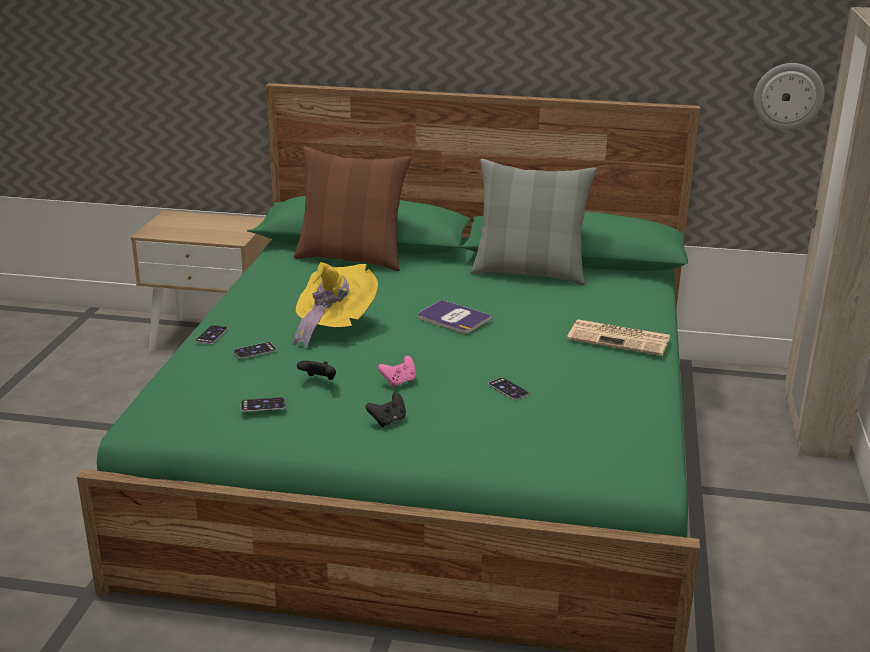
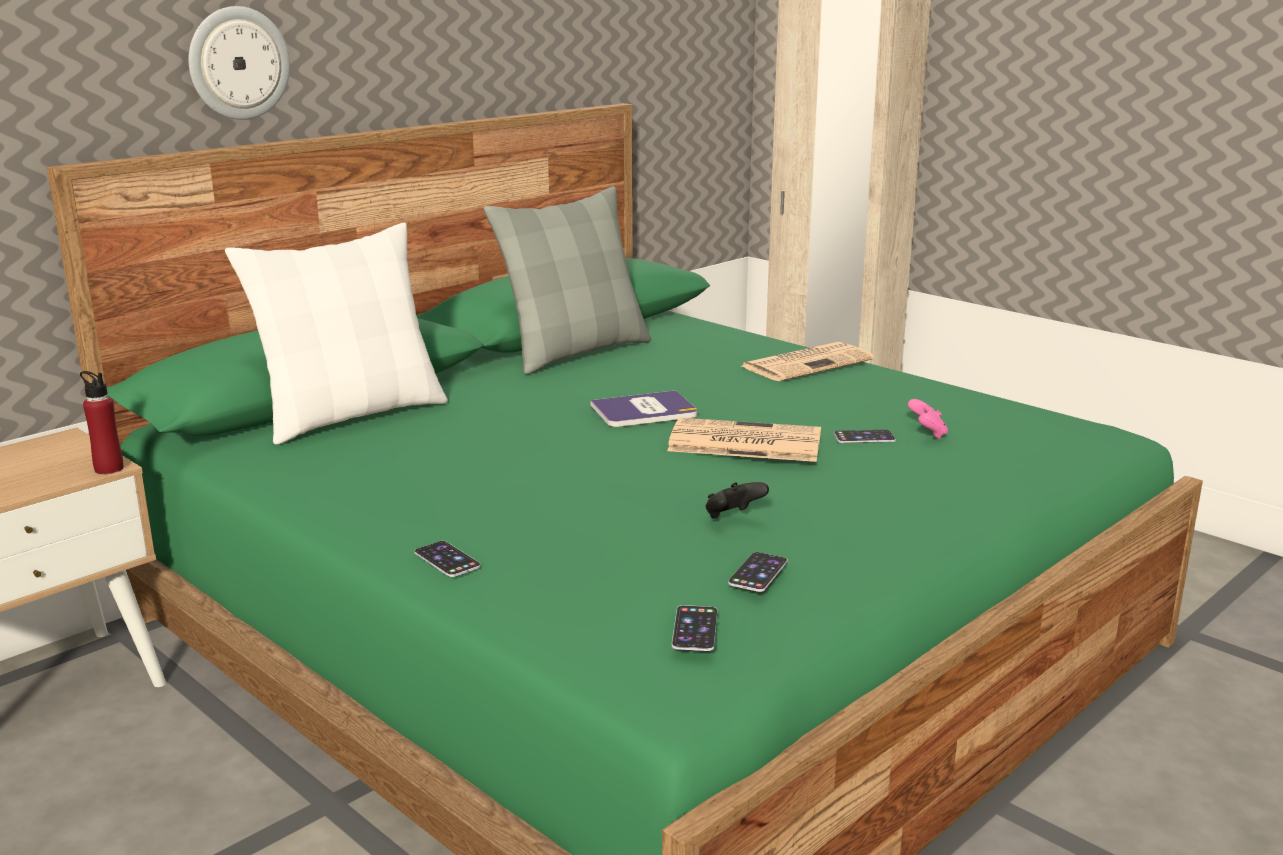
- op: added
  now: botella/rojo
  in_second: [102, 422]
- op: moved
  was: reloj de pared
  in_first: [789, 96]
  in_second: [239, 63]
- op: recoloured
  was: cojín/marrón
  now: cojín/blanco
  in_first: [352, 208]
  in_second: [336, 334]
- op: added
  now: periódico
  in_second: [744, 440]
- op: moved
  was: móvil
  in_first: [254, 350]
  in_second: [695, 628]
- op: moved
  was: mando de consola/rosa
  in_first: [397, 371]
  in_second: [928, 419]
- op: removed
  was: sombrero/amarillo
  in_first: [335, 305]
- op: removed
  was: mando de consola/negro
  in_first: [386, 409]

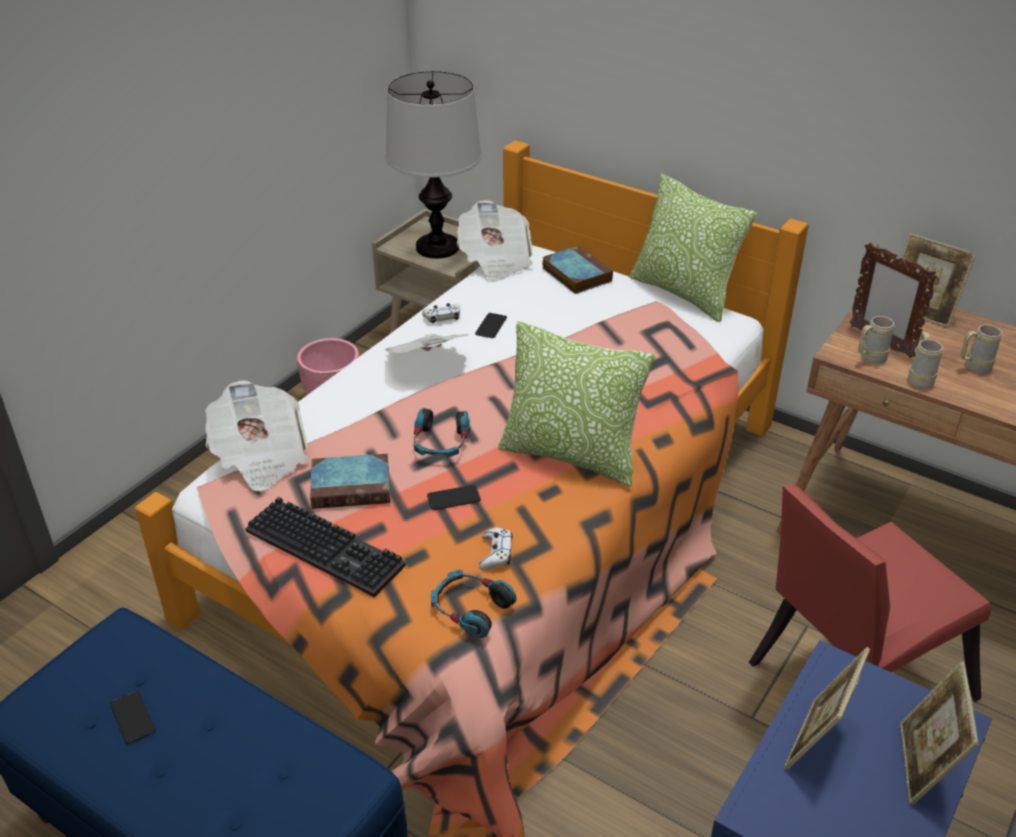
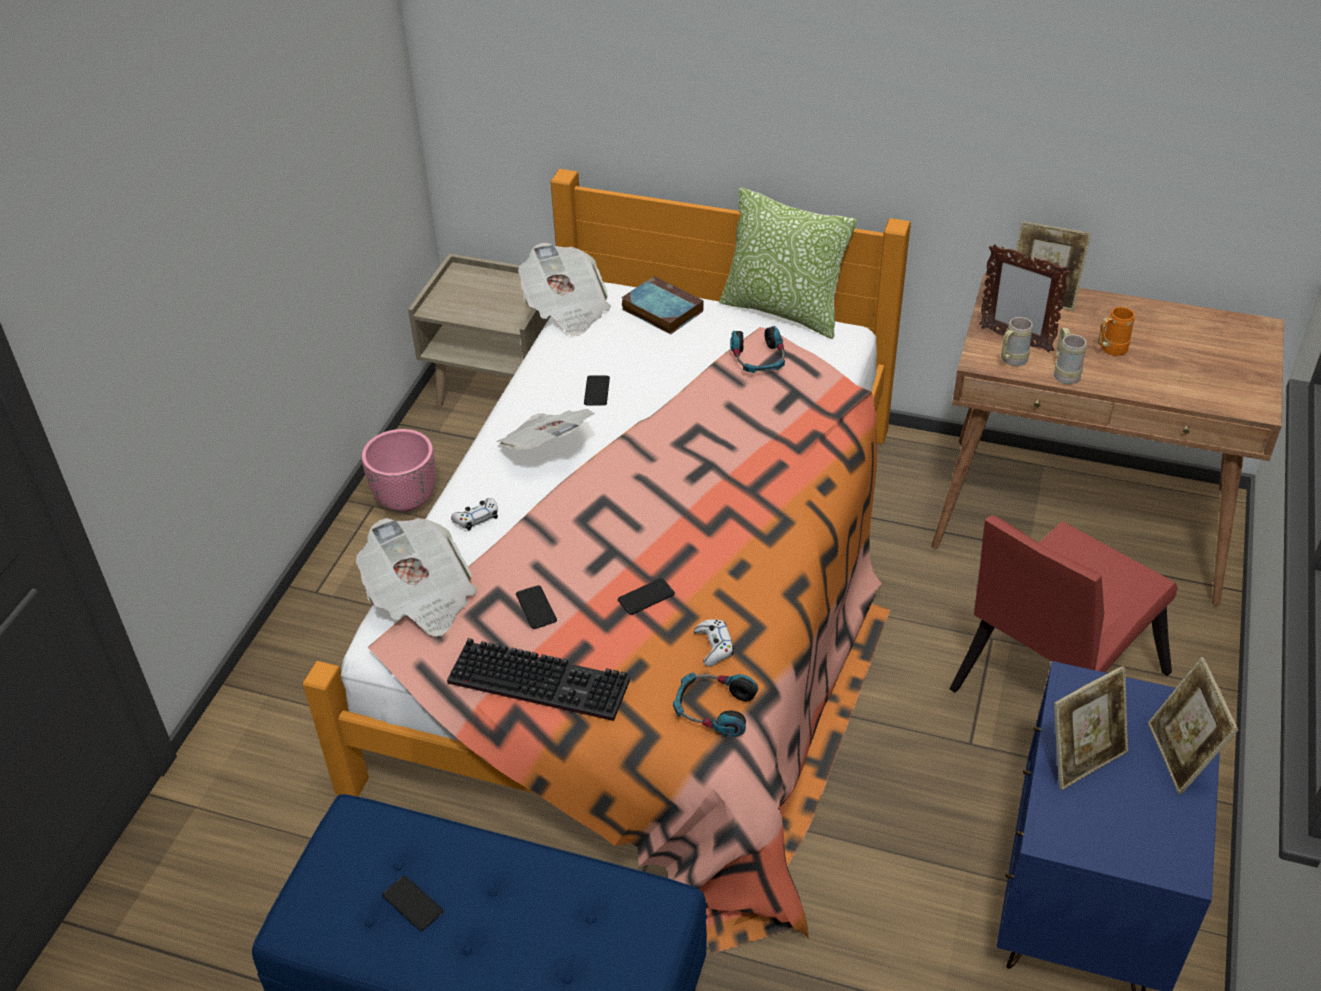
- op: moved
  was: mando de consola/blanco
  in_first: [441, 313]
  in_second: [474, 514]
- op: replaced
  was: libro
  now: móvil
  in_first: [350, 481]
  in_second: [536, 607]
- op: moved
  was: auriculares
  in_first: [442, 432]
  in_second: [757, 349]
- op: turned
  was: portarretratos
  in_first: [827, 708]
  in_second: [1091, 728]
  clockwise: -135
- op: recoloured
  was: taza grande/beis
  now: taza grande/naranja
  in_first: [981, 348]
  in_second: [1116, 331]
- op: removed
  was: lámpara de mesa
  in_first: [434, 165]
- op: removed
  was: cojín
  in_first: [576, 404]

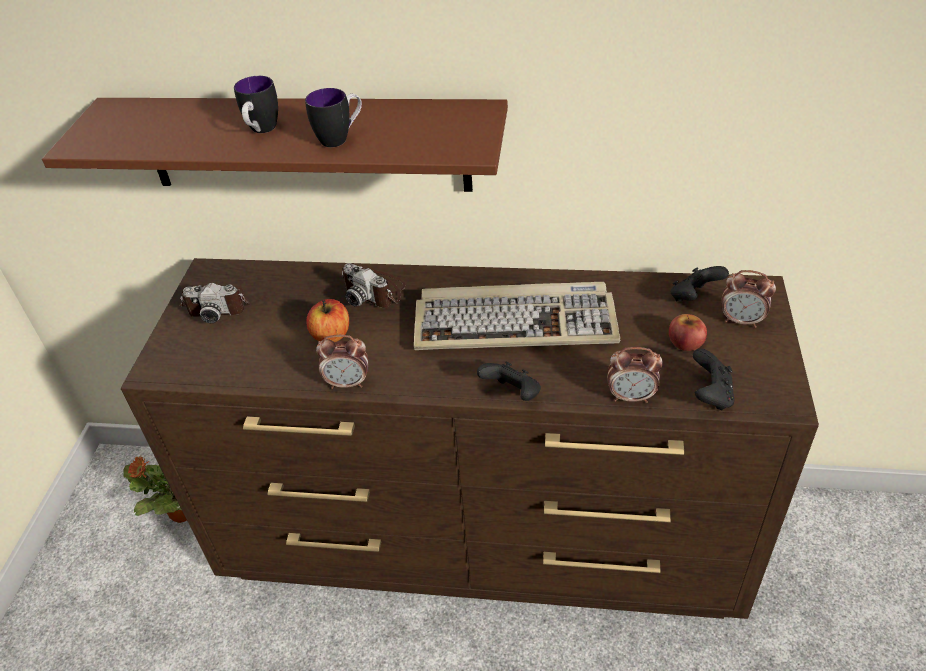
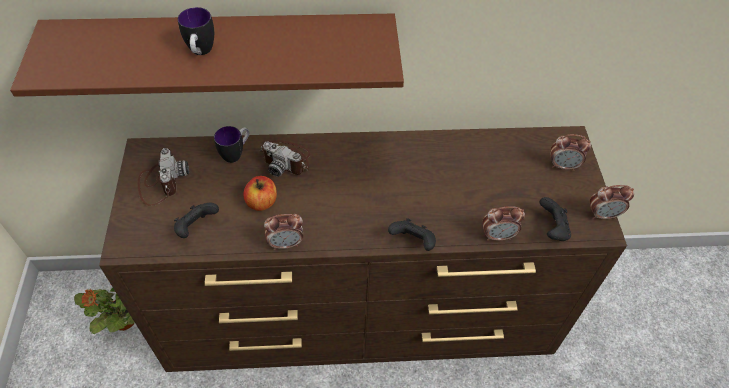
- op: turned
  was: cámara
  in_first: [214, 303]
  in_second: [163, 177]
  clockwise: -90
- op: moved
  was: mando de consola/negro
  in_first: [700, 284]
  in_second: [196, 220]
- op: moved
  was: taza grande
  in_first: [333, 117]
  in_second: [231, 144]
- op: added
  now: despertador
  in_second: [611, 202]
- op: removed
  was: teclado
  in_first: [517, 316]
- op: removed
  was: manzana
  in_first: [688, 332]

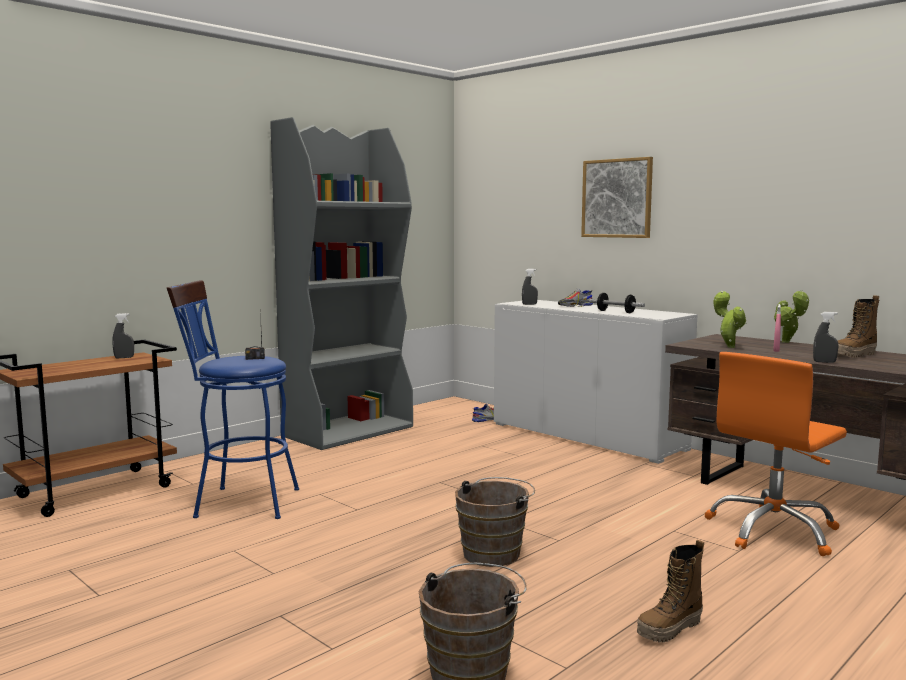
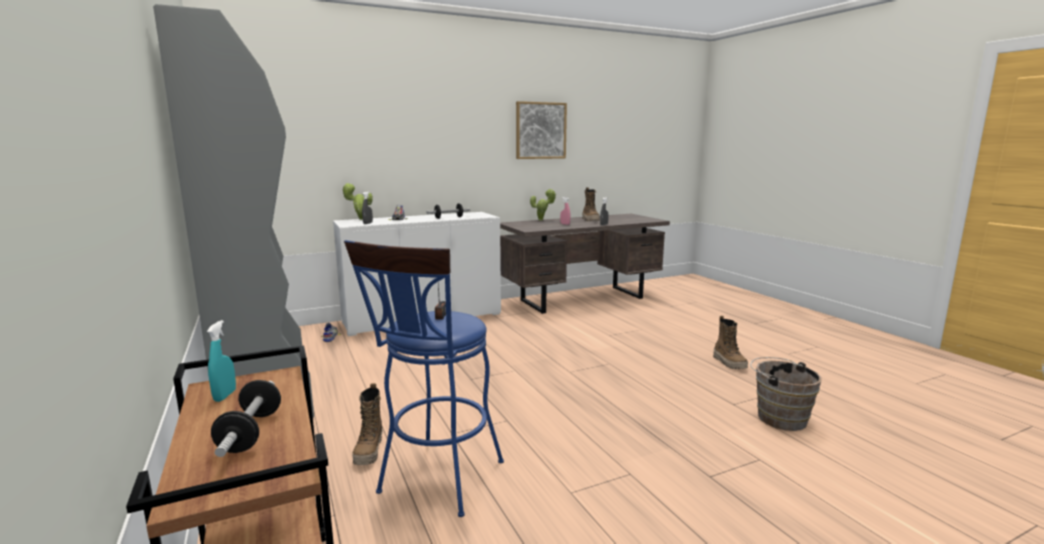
- op: recoloured
  was: pulverizador/gris
  now: pulverizador/turquesa
  in_first: [123, 335]
  in_second: [221, 361]
- op: added
  now: mancuerna
  in_second: [246, 418]
- op: moved
  was: planta en maceta
  in_first: [730, 319]
  in_second: [357, 201]
- op: added
  now: bota
  in_second: [367, 424]
- op: moved
  was: cuadro
  in_first: [617, 197]
  in_second: [541, 130]
- op: removed
  was: cubo/marrón
  in_first: [495, 522]
- op: removed
  was: silla de oficina/naranja
  in_first: [775, 454]

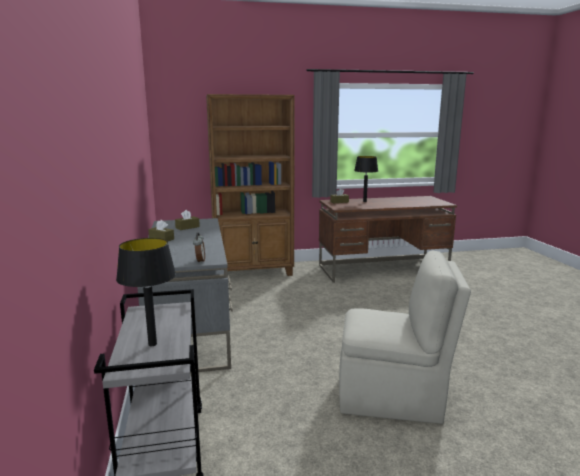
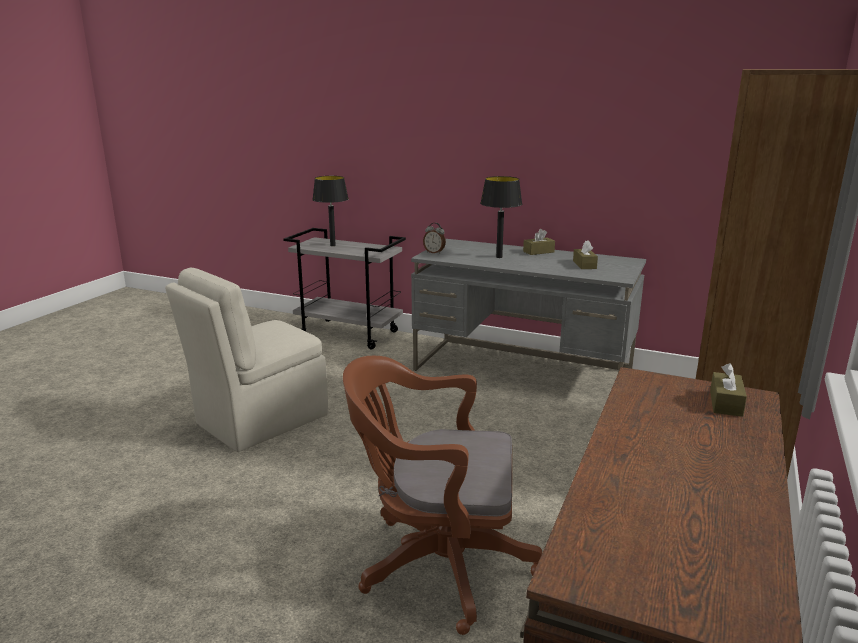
- op: added
  now: silla de oficina/marrón
  in_second: [442, 495]
- op: moved
  was: lámpara de mesa/negro
  in_first: [366, 179]
  in_second: [501, 217]

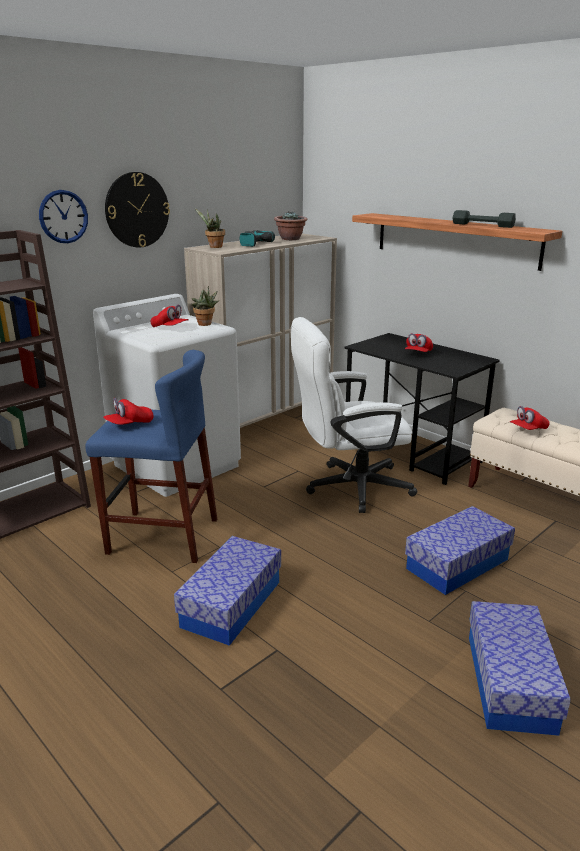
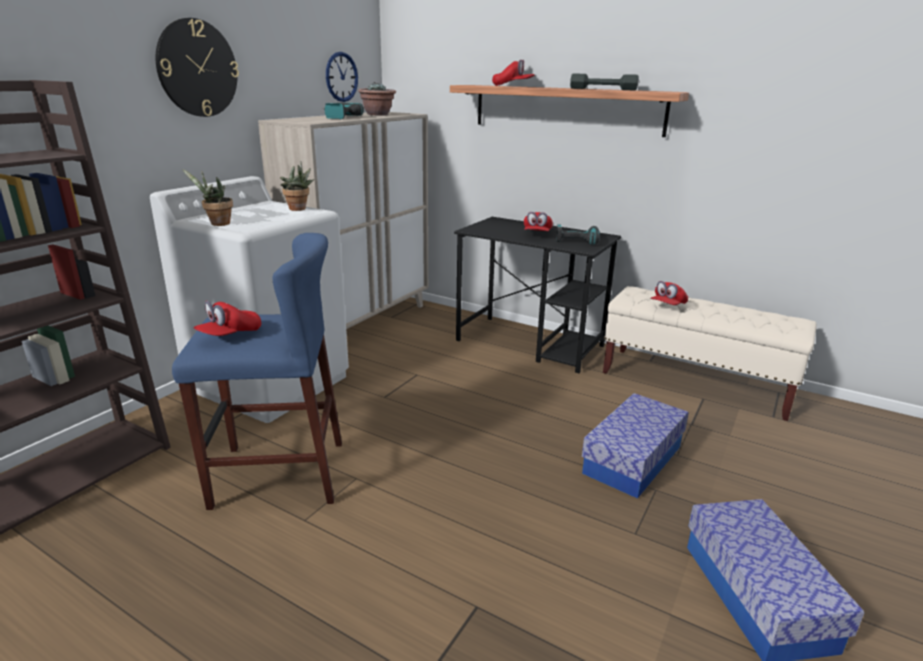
- op: moved
  was: planta en maceta
  in_first: [210, 228]
  in_second: [207, 197]
- op: moved
  was: reloj de pared
  in_first: [63, 216]
  in_second: [342, 77]
- op: moved
  was: gorra/rojo
  in_first: [170, 316]
  in_second: [513, 72]
- op: added
  now: taladro
  in_second: [578, 234]
- op: removed
  was: caja de almacenaje
  in_first: [227, 591]
- op: removed
  was: silla de oficina/blanco
  in_first: [354, 415]

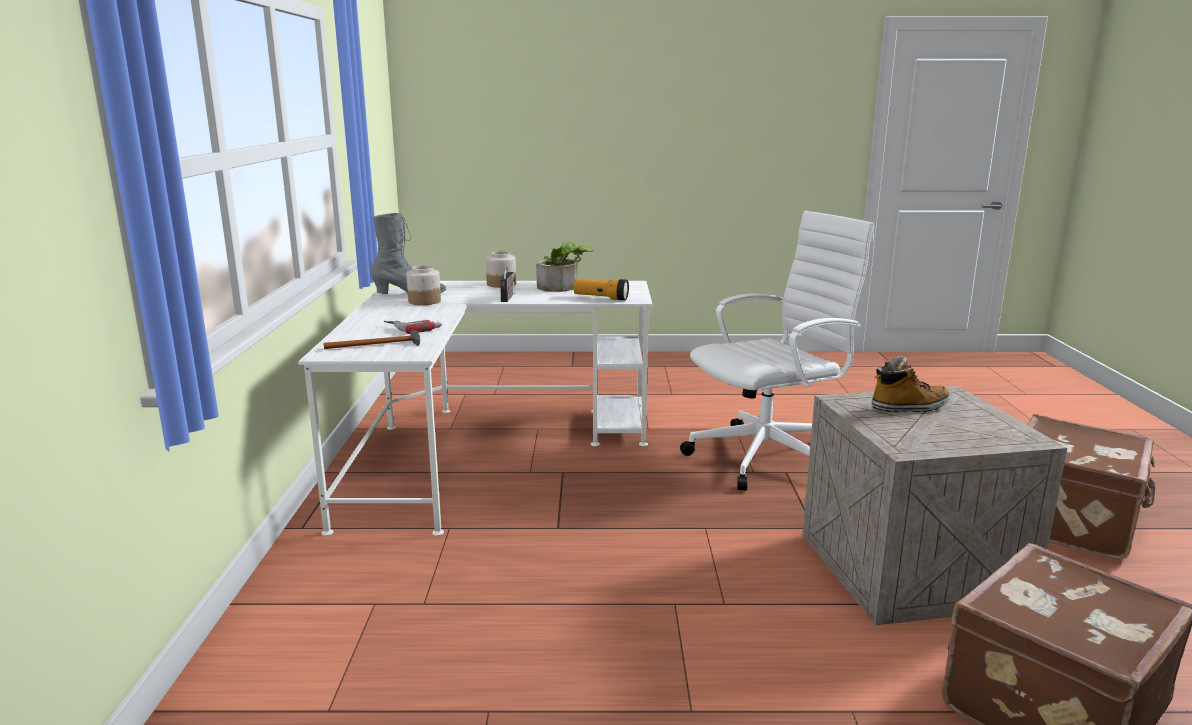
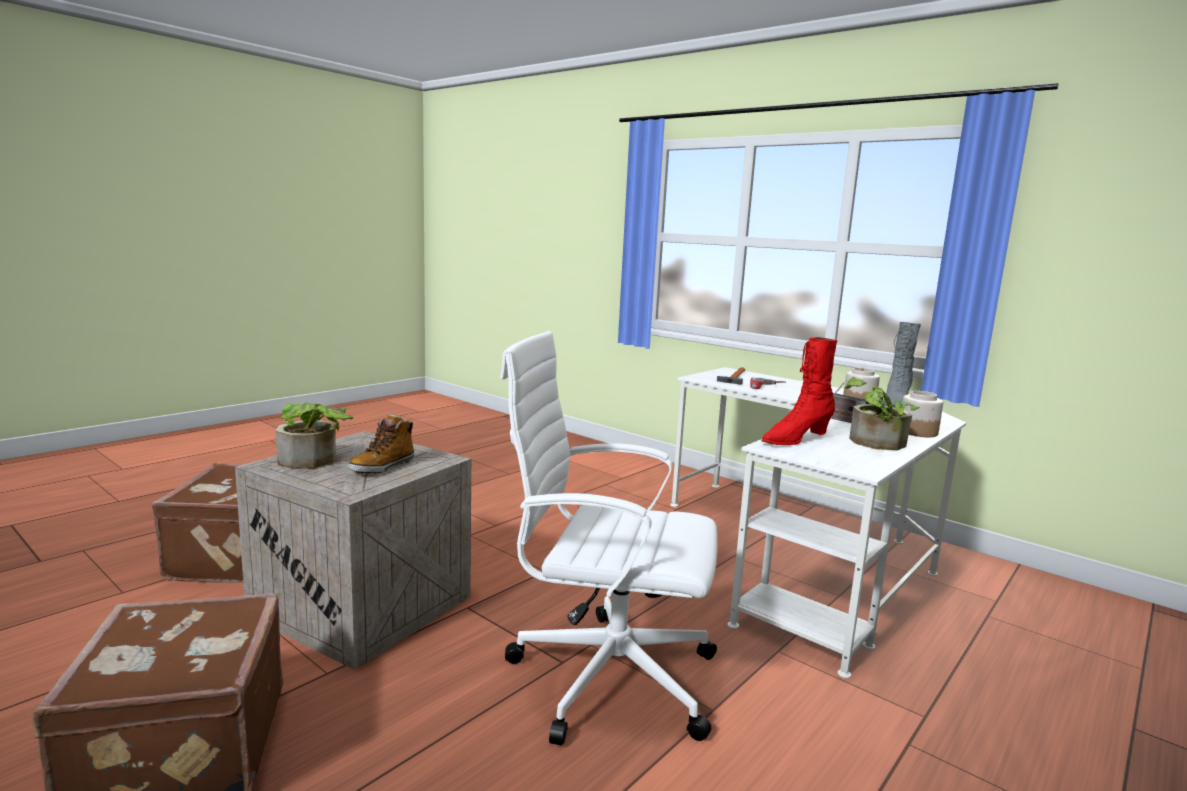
- op: added
  now: planta en maceta
  in_second: [314, 435]
- op: turned
  was: silla de oficina/blanco
  in_first: [777, 350]
  in_second: [608, 538]
  clockwise: 90
- op: replaced
  was: linterna
  now: bota/rojo
  in_first: [601, 289]
  in_second: [799, 391]

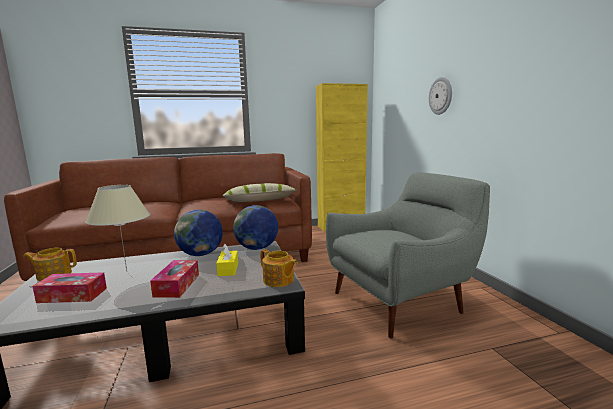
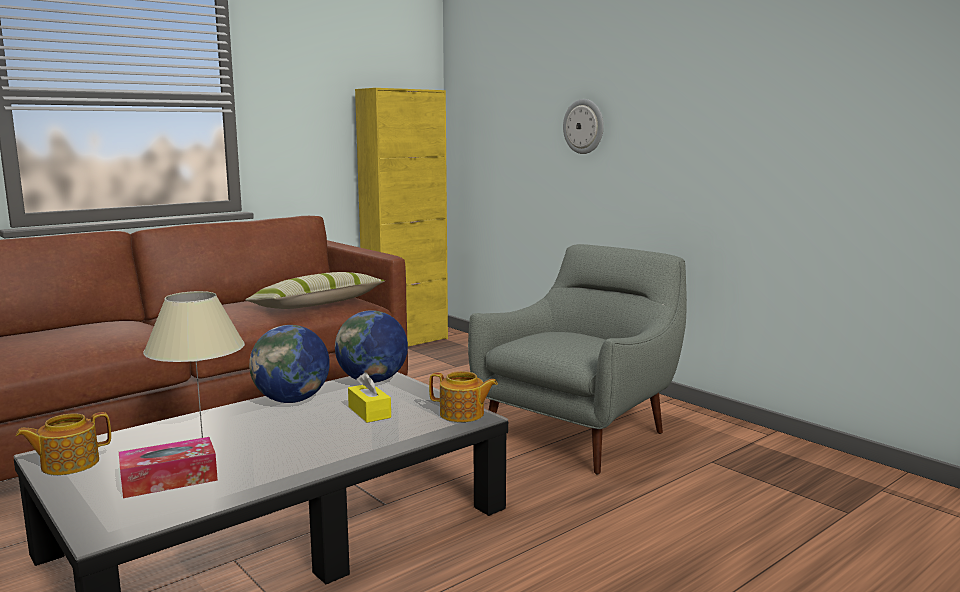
- op: removed
  was: caja de pañuelos
  in_first: [174, 279]

